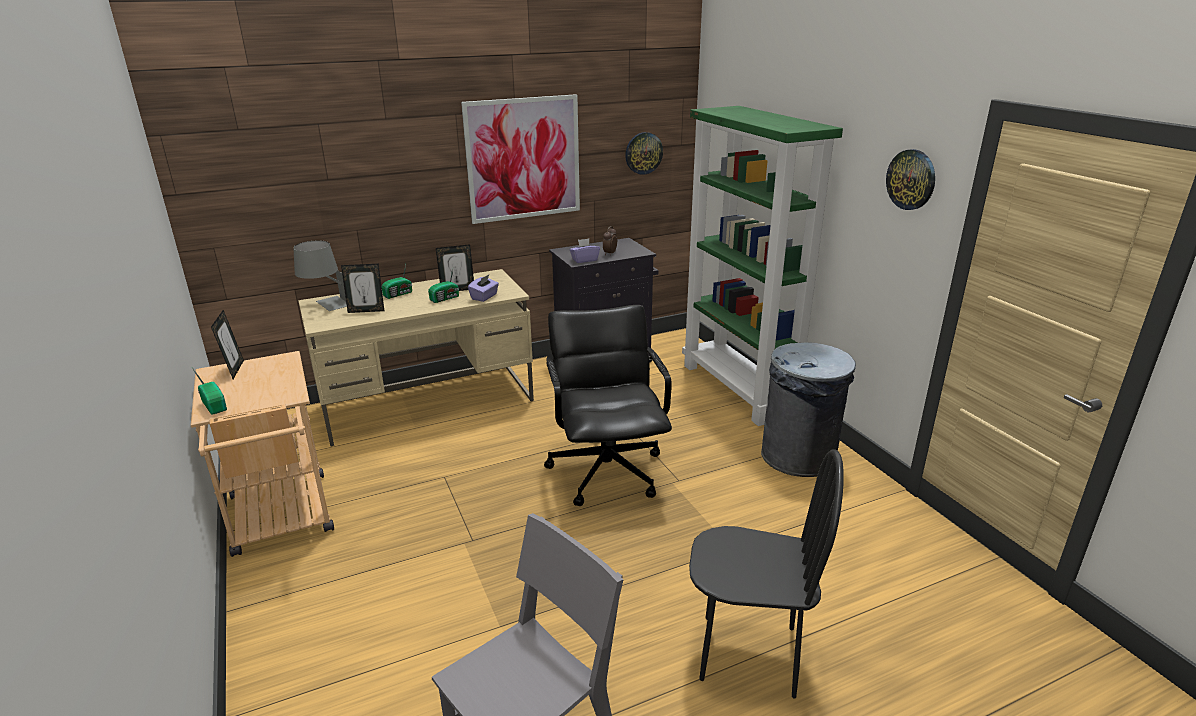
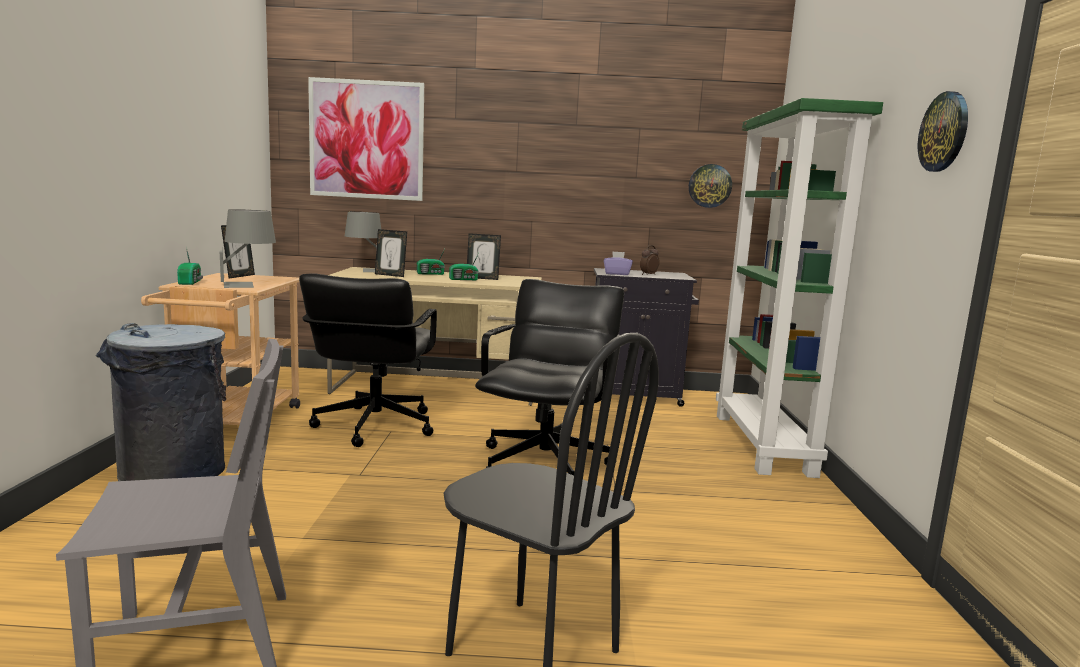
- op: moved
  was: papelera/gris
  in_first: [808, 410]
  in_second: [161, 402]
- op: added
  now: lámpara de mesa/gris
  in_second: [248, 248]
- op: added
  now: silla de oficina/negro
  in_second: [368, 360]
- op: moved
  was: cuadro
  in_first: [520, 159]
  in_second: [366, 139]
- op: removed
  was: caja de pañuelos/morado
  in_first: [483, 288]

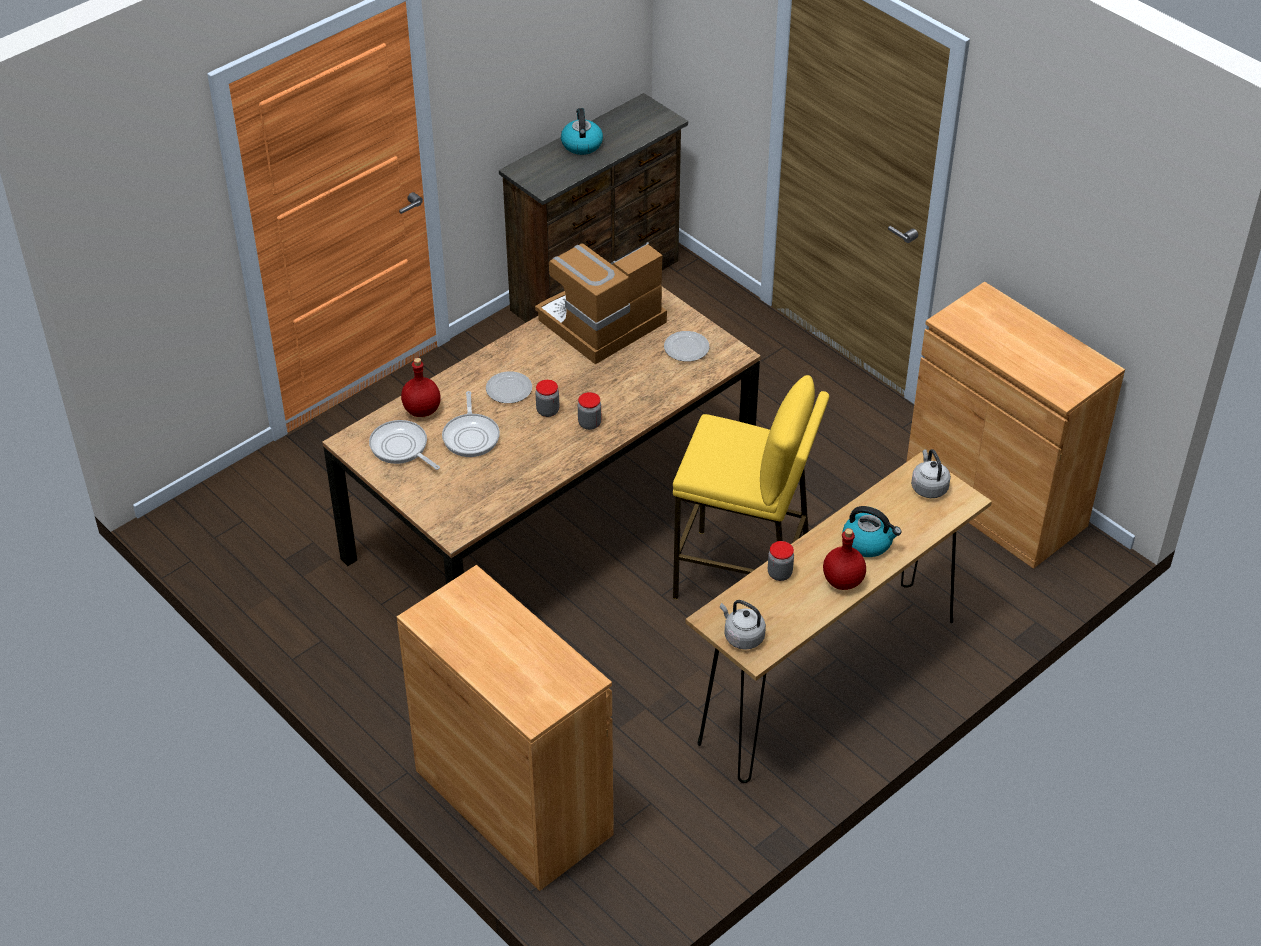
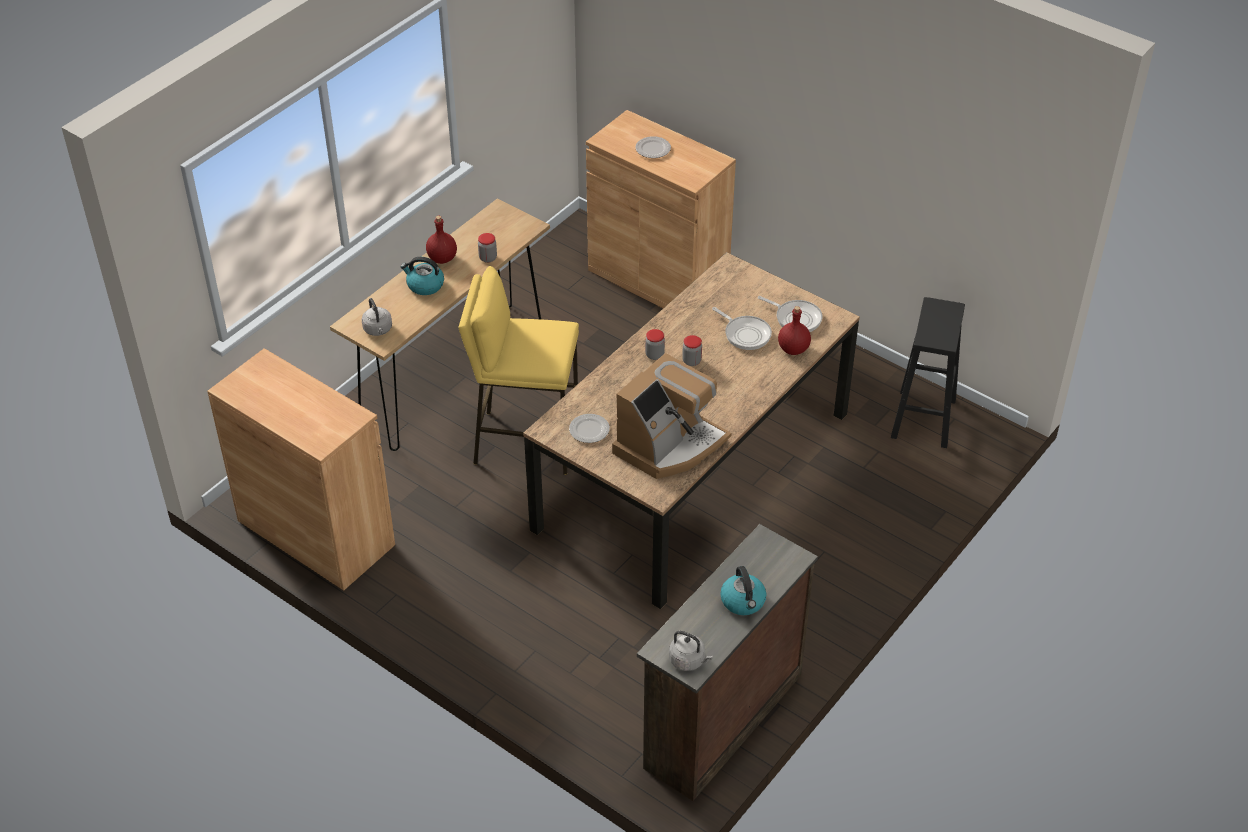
- op: moved
  was: plato
  in_first: [509, 387]
  in_second: [653, 147]
- op: moved
  was: hervidor/gris
  in_first: [743, 625]
  in_second: [691, 651]
- op: turned
  was: sartén
  in_first: [471, 424]
  in_second: [742, 328]
  clockwise: 150
- op: added
  now: taburete/negro
  in_second: [928, 372]

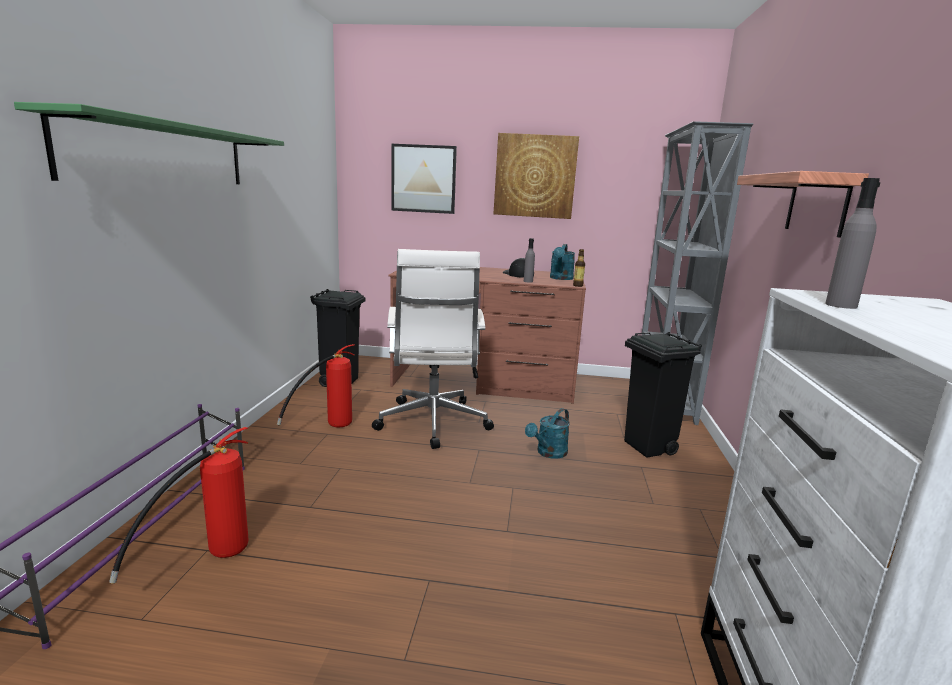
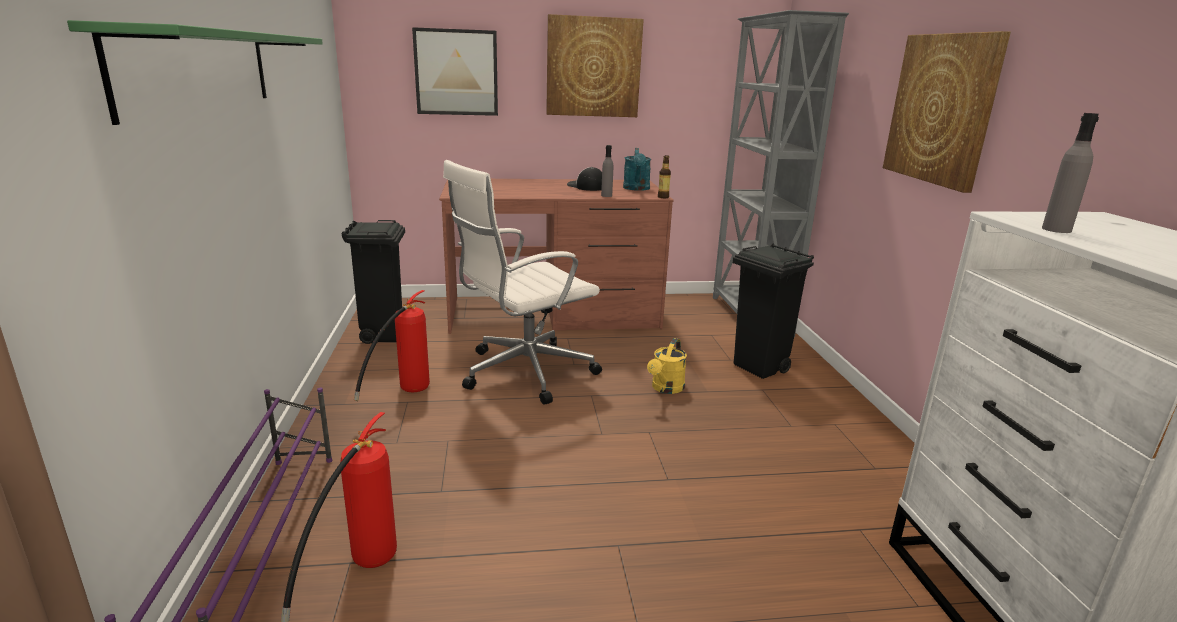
- op: turned
  was: silla de oficina/blanco
  in_first: [433, 349]
  in_second: [522, 282]
  clockwise: 75
- op: recoloured
  was: regadera/turquesa
  now: regadera/amarillo
  in_first: [547, 433]
  in_second: [667, 366]
- op: replaced
  was: estante
  now: cuadro
  in_first: [803, 204]
  in_second: [947, 112]

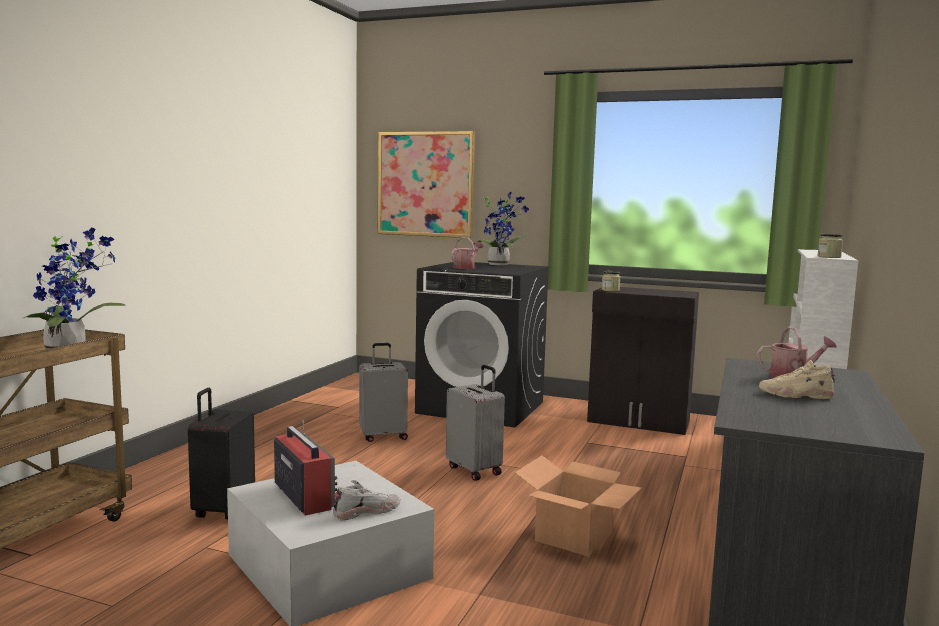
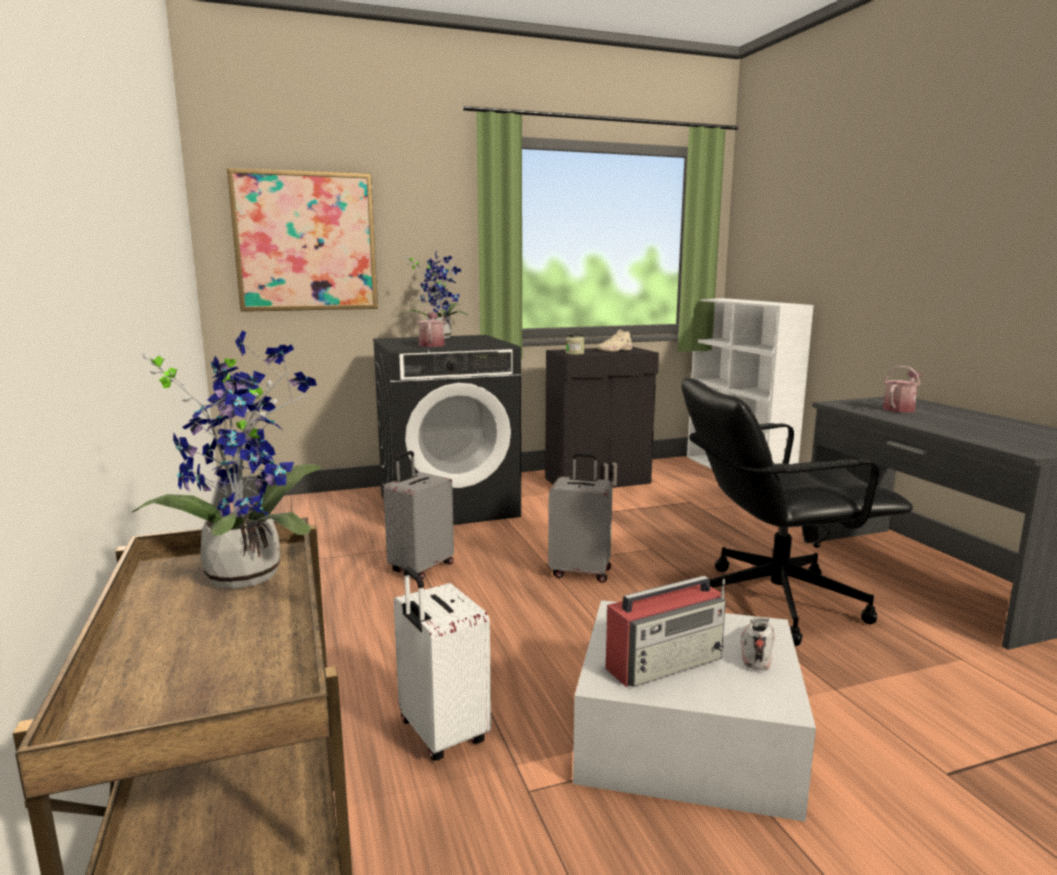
- op: recoloured
  was: maleta/negro
  now: maleta/blanco
  in_first: [221, 454]
  in_second: [442, 664]
- op: moved
  was: zapato/beis
  in_first: [797, 379]
  in_second: [614, 340]
- op: turned
  was: radio
  in_first: [306, 468]
  in_second: [666, 631]
  clockwise: 135
- op: replaced
  was: caja de cartón
  now: silla de oficina/negro
  in_first: [578, 506]
  in_second: [797, 512]
- op: removed
  was: tarro
  in_first: [830, 246]

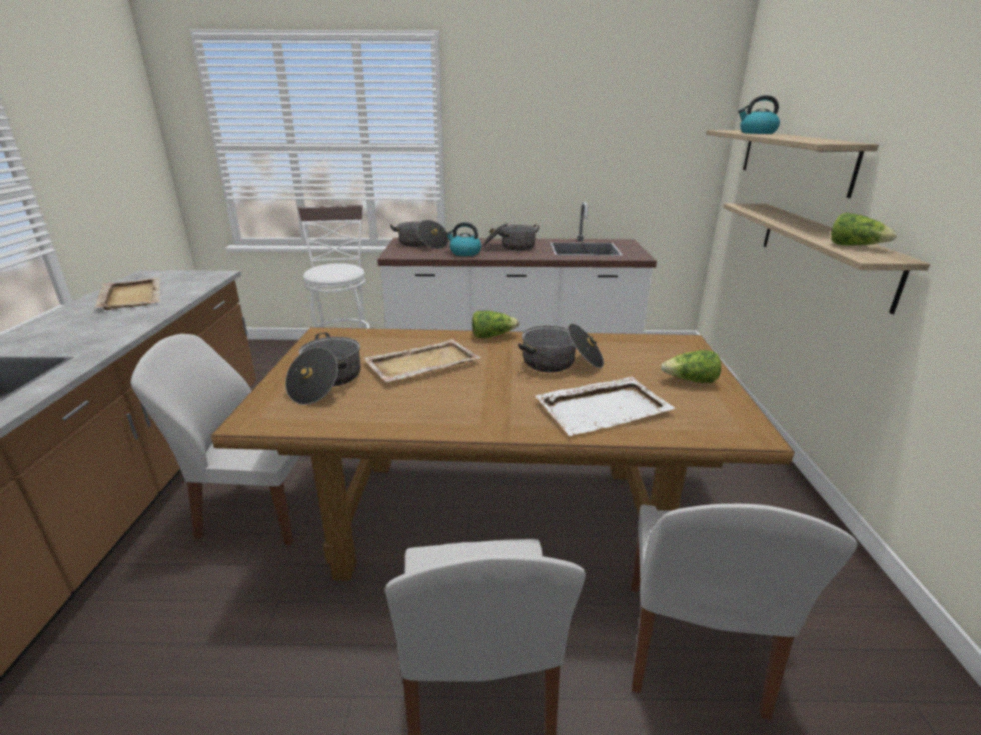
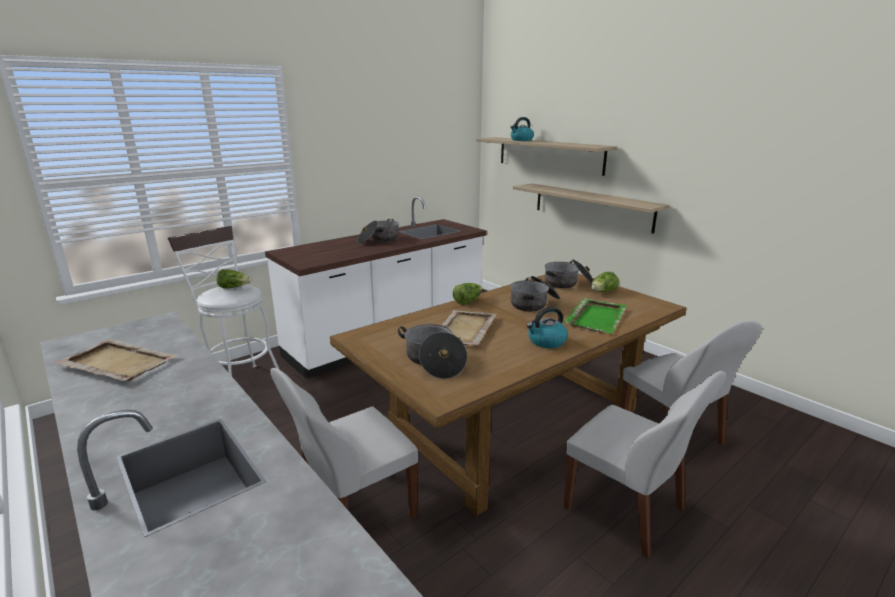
- op: moved
  was: lechuga
  in_first: [864, 229]
  in_second: [234, 279]
- op: moved
  was: hervidor
  in_first: [464, 239]
  in_second: [547, 327]
- op: moved
  was: olla
  in_first: [419, 234]
  in_second: [569, 274]
- op: recoloured
  was: bandeja/blanco
  now: bandeja/verde
  in_first: [605, 406]
  in_second: [596, 316]

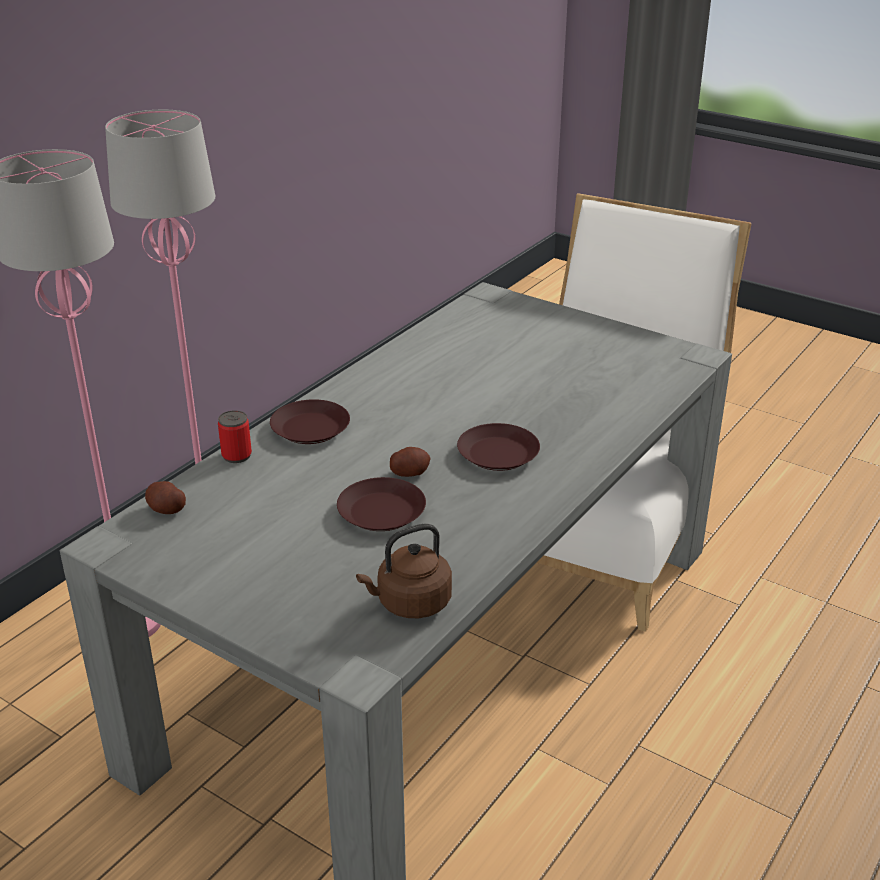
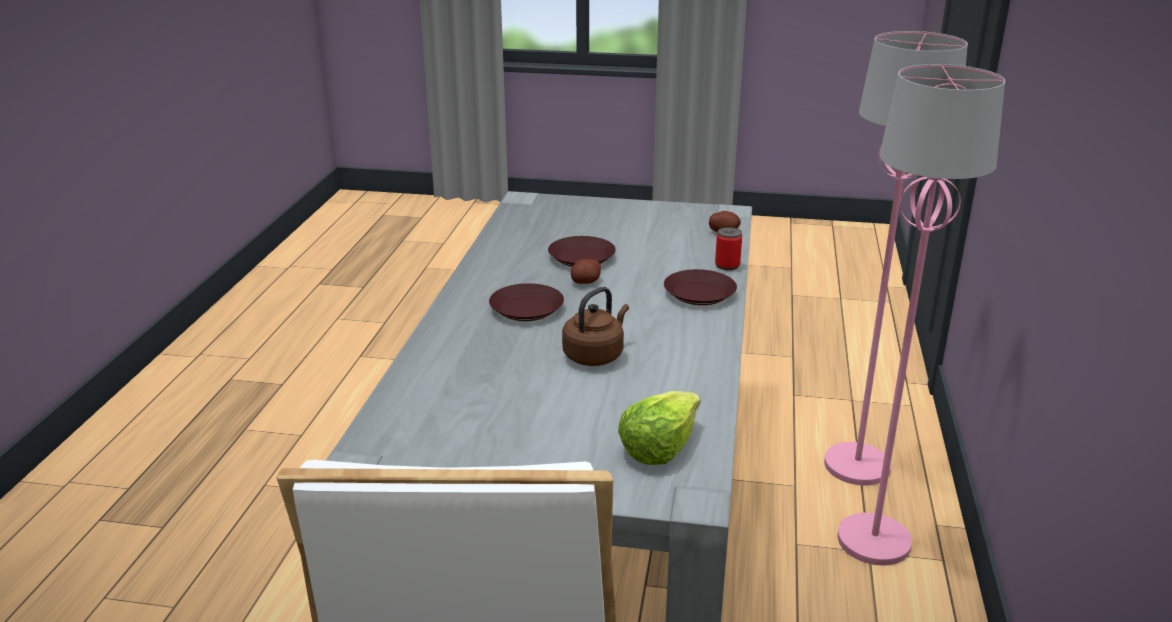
- op: moved
  was: hervidor/marrón
  in_first: [404, 571]
  in_second: [595, 326]
- op: added
  now: lechuga
  in_second: [659, 428]

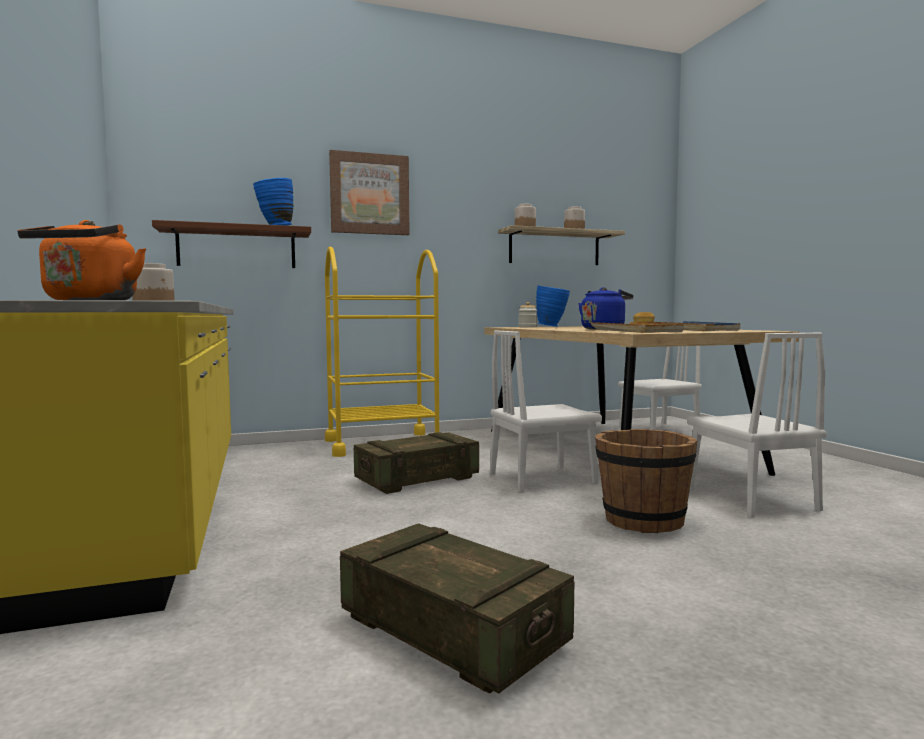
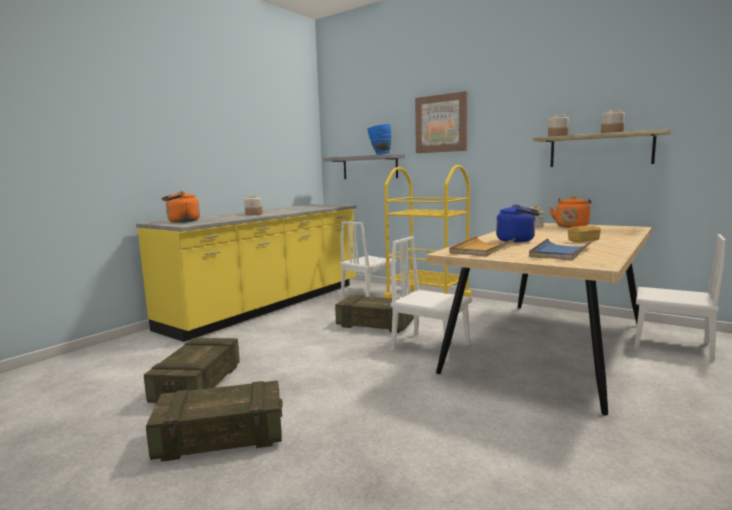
- op: added
  now: caja de embalaje
  in_second: [214, 421]
- op: recoloured
  was: estante/marrón
  now: estante/gris
  in_first: [231, 244]
  in_second: [364, 166]
- op: moved
  was: silla/blanco
  in_first: [757, 425]
  in_second: [368, 259]
- op: replaced
  was: florero/azul
  now: hervidor/naranja
  in_first: [553, 306]
  in_second: [570, 212]
- op: removed
  was: cubo/marrón
  in_first: [646, 481]

